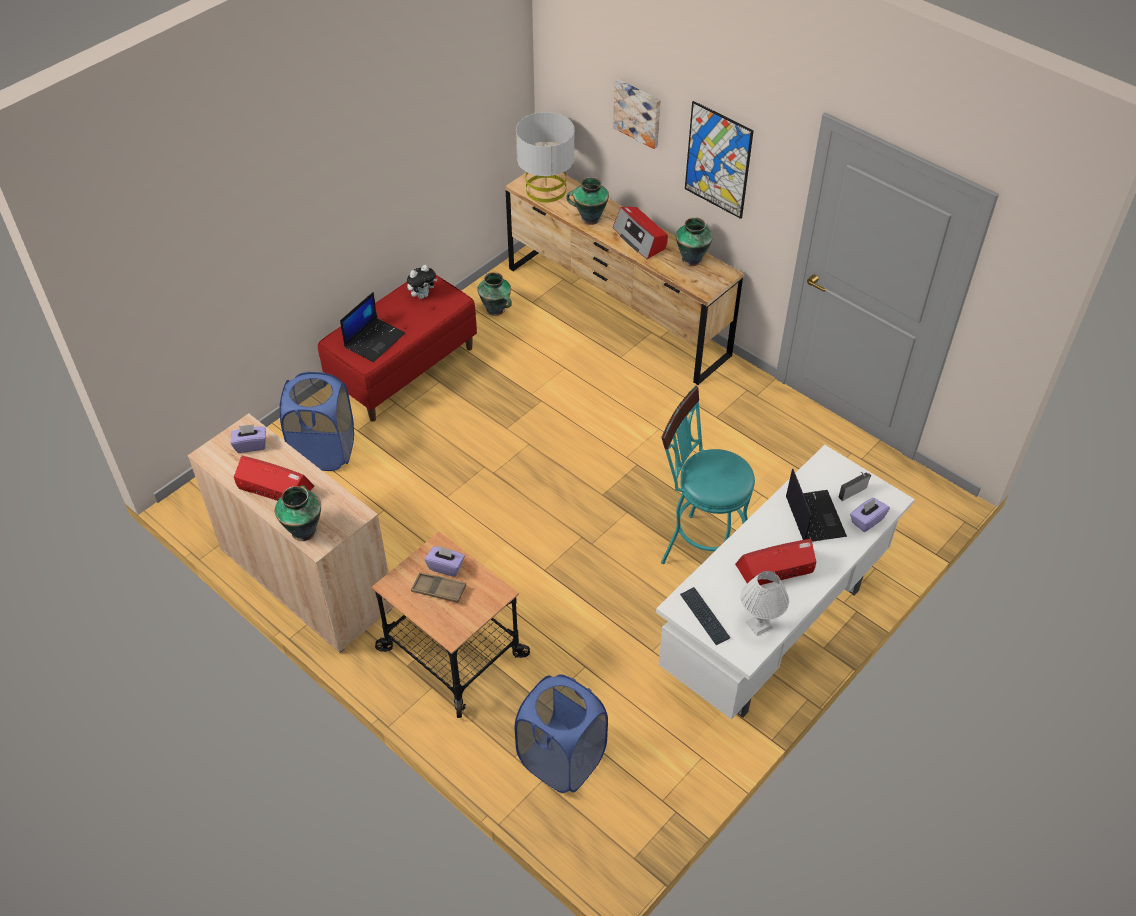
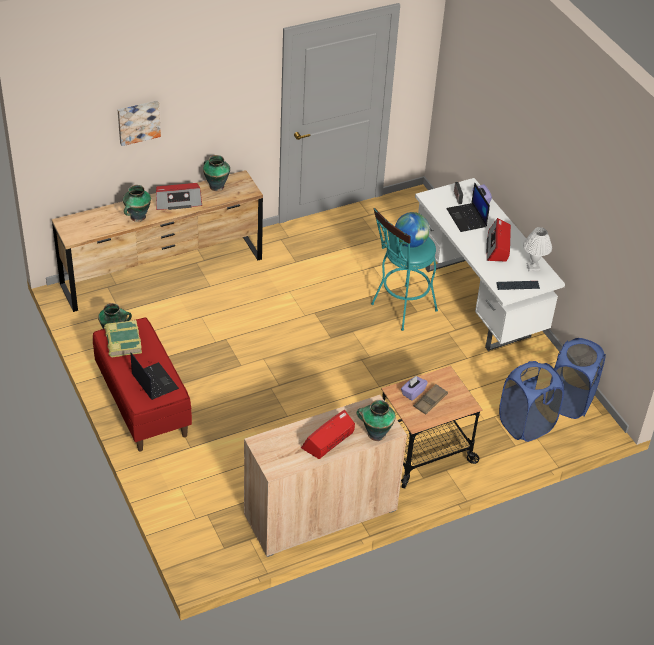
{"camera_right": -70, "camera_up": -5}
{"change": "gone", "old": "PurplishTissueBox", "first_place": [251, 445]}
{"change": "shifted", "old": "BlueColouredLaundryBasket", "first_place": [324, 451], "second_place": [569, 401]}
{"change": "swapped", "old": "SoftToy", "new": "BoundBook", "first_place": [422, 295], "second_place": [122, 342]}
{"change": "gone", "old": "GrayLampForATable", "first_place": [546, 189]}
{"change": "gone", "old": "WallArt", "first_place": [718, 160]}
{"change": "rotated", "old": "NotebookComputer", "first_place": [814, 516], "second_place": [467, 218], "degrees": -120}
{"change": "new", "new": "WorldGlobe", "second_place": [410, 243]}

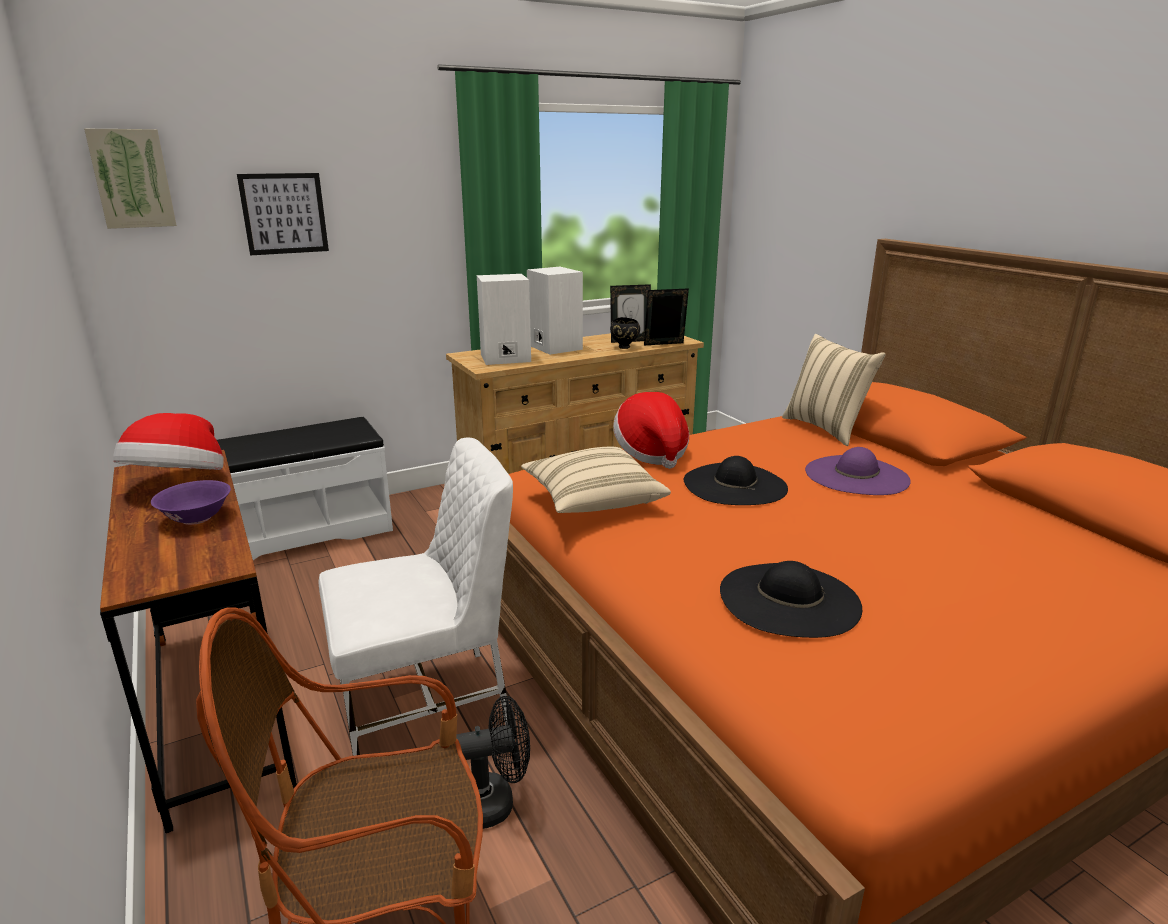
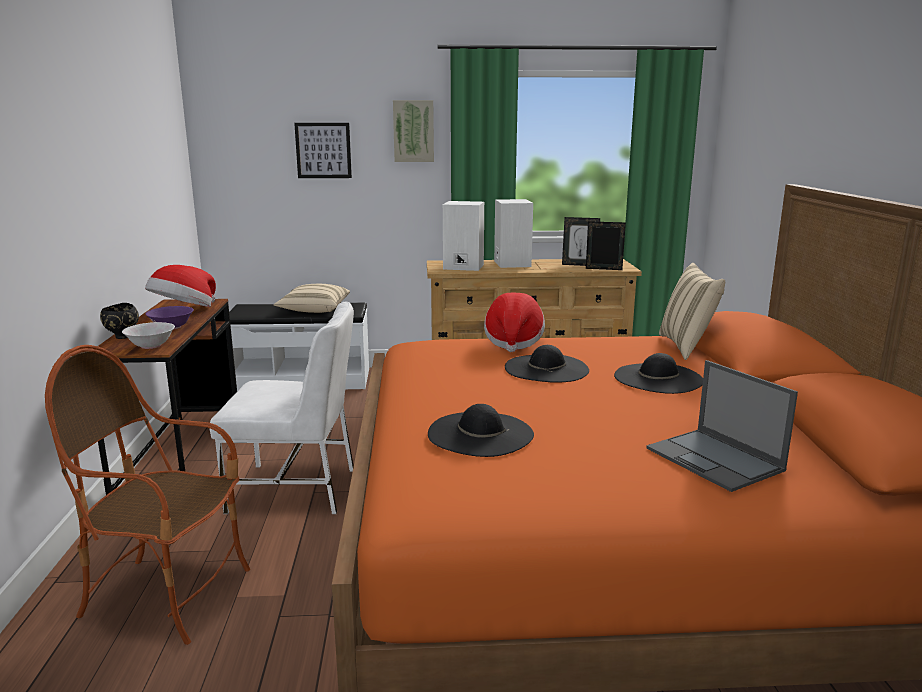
{"camera_right": 25, "camera_up": -5}
{"change": "shifted", "old": "WallArt", "first_place": [132, 179], "second_place": [413, 131]}
{"change": "gone", "old": "BlackishElectricFan", "first_place": [493, 802]}
{"change": "shifted", "old": "SandColouredCushion", "first_place": [592, 501], "second_place": [314, 310]}
{"change": "shifted", "old": "BlackishServingBowl", "first_place": [625, 347], "second_place": [122, 337]}
{"change": "repainted", "old": "PurplishClothingHat", "new": "BlackishClothingHat", "first_place": [856, 475], "second_place": [658, 378]}
{"change": "new", "new": "WhiteServingBowl", "second_place": [151, 346]}
{"change": "new", "new": "NotebookComputer", "second_place": [715, 460]}

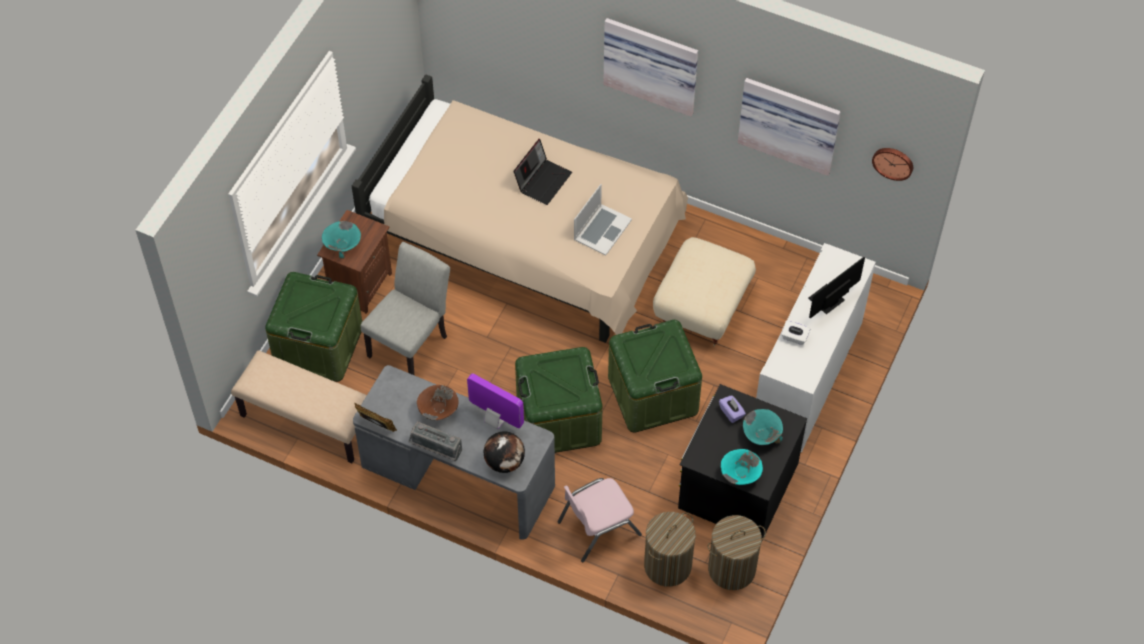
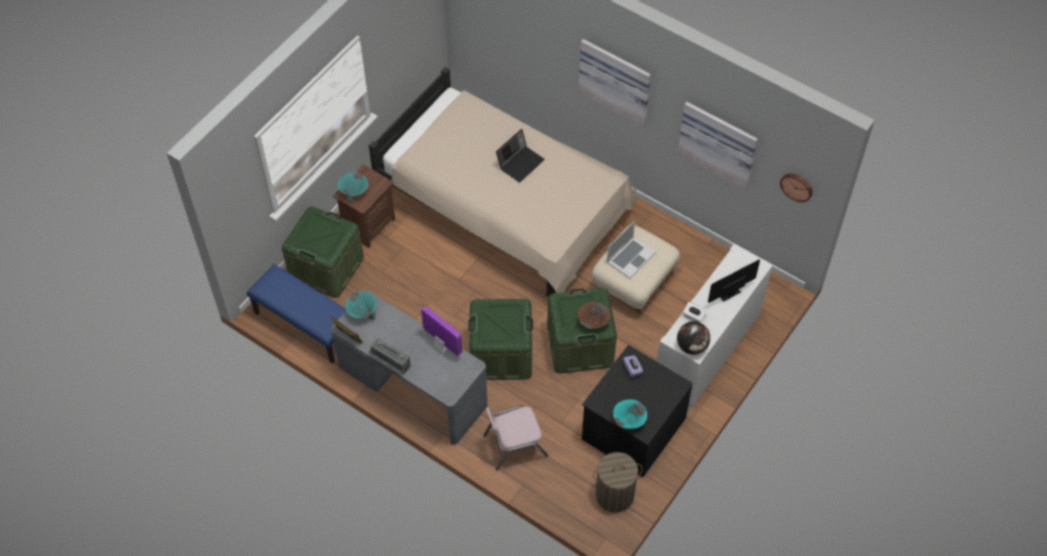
{"camera_right": 10, "camera_up": 0}
{"change": "repainted", "old": "SandColouredIndoorBench", "new": "BlueColouredIndoorBench", "first_place": [307, 421], "second_place": [304, 325]}
{"change": "gone", "old": "GrayPlainChair", "first_place": [411, 342]}
{"change": "shifted", "old": "BrownishServingBowl", "first_place": [438, 410], "second_place": [593, 321]}
{"change": "shifted", "old": "WorldGlobe", "first_place": [505, 462], "second_place": [692, 346]}
{"change": "shifted", "old": "NotebookComputer", "first_place": [602, 229], "second_place": [630, 257]}
{"change": "gone", "old": "LaundryBasket", "first_place": [667, 565]}
{"change": "shifted", "old": "TurquoiseColouredServingBowl", "first_place": [761, 435], "second_place": [362, 311]}

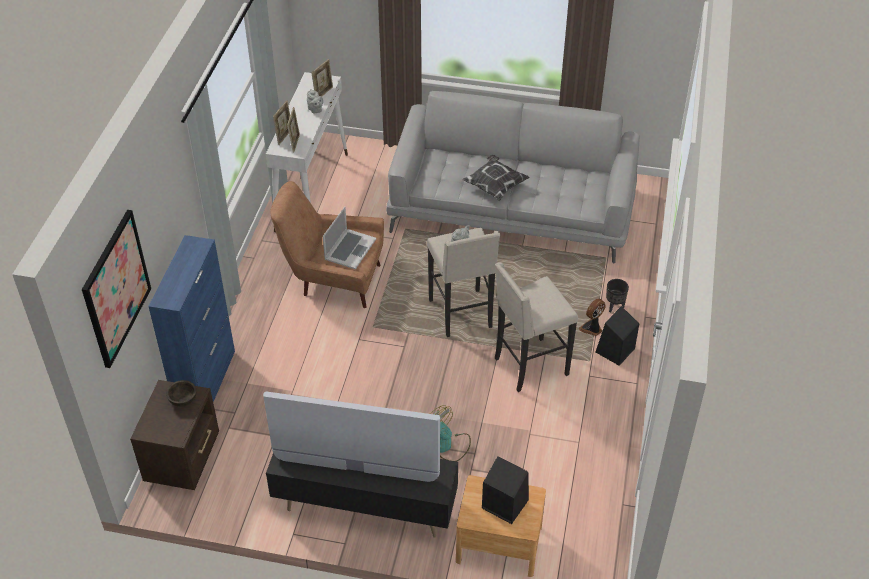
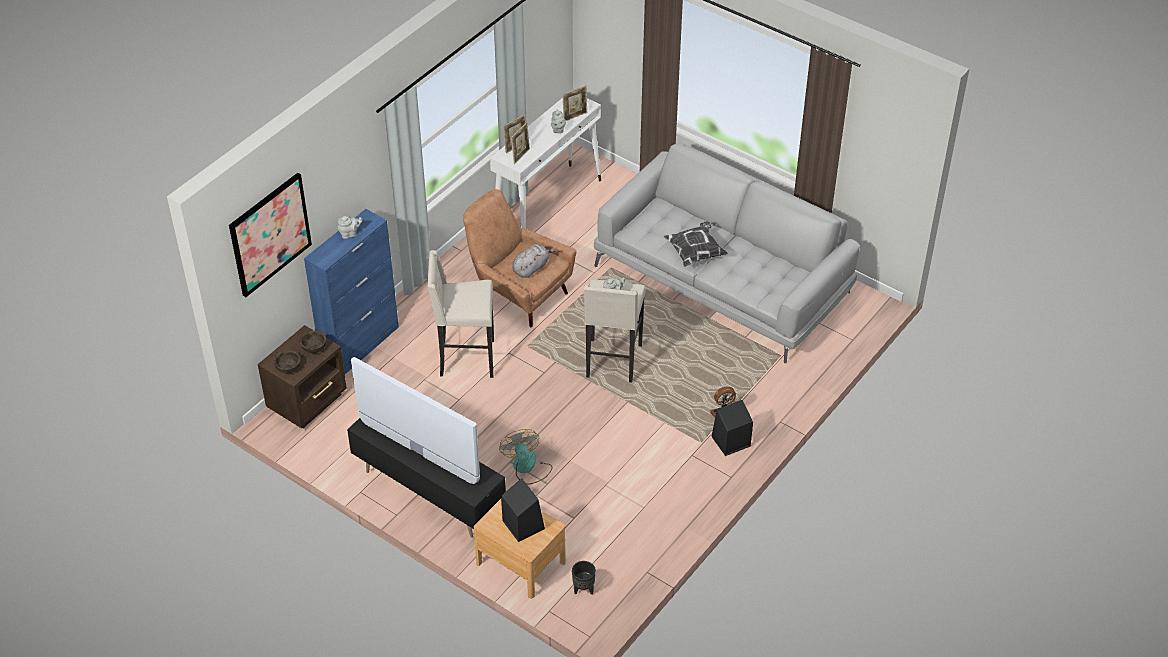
{"camera_right": 25, "camera_up": 0}
{"change": "swapped", "old": "NotebookComputer", "new": "GraySoftToy", "first_place": [350, 249], "second_place": [531, 268]}
{"change": "shifted", "old": "SandColouredStoolSeat", "first_place": [529, 366], "second_place": [465, 359]}
{"change": "shifted", "old": "BlackishPlanter", "first_place": [614, 306], "second_place": [583, 589]}
{"change": "new", "new": "BrownishServingBowl", "second_place": [288, 368]}
{"change": "new", "new": "GrayTeaPot", "second_place": [350, 234]}

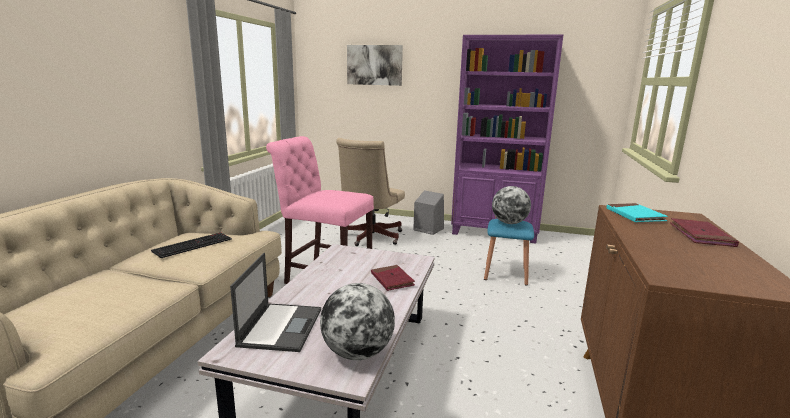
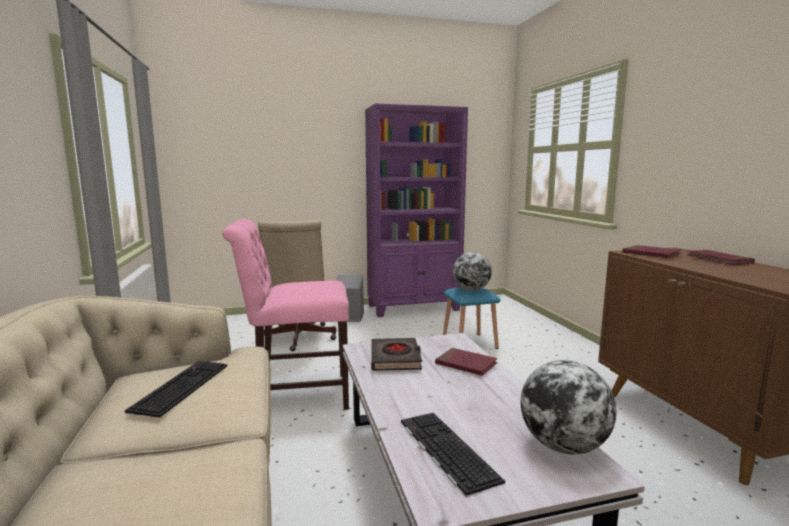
{"camera_right": -30, "camera_up": -5}
{"change": "swapped", "old": "NotebookComputer", "new": "ComputerKeyboard", "first_place": [281, 326], "second_place": [444, 449]}
{"change": "gone", "old": "WallArt", "first_place": [374, 65]}
{"change": "repainted", "old": "TurquoiseColouredBoundBook", "new": "RedBoundBook", "first_place": [634, 215], "second_place": [651, 254]}
{"change": "new", "new": "BlackishBoundBook", "second_place": [395, 358]}

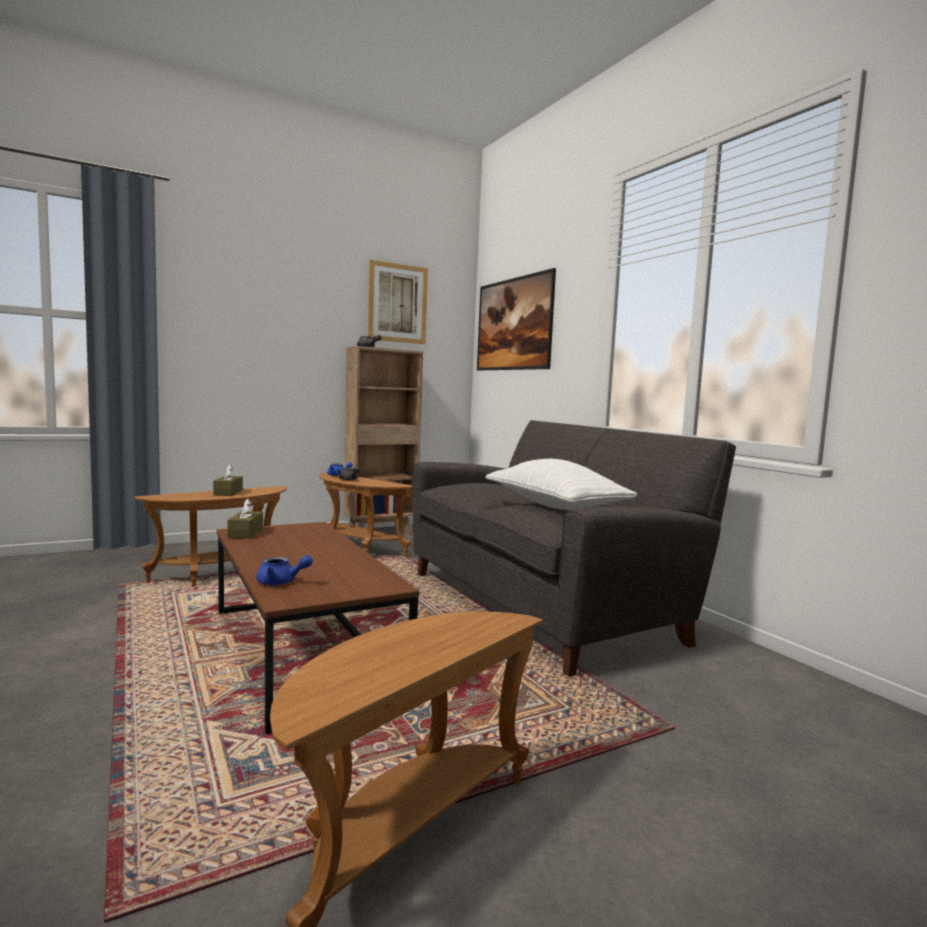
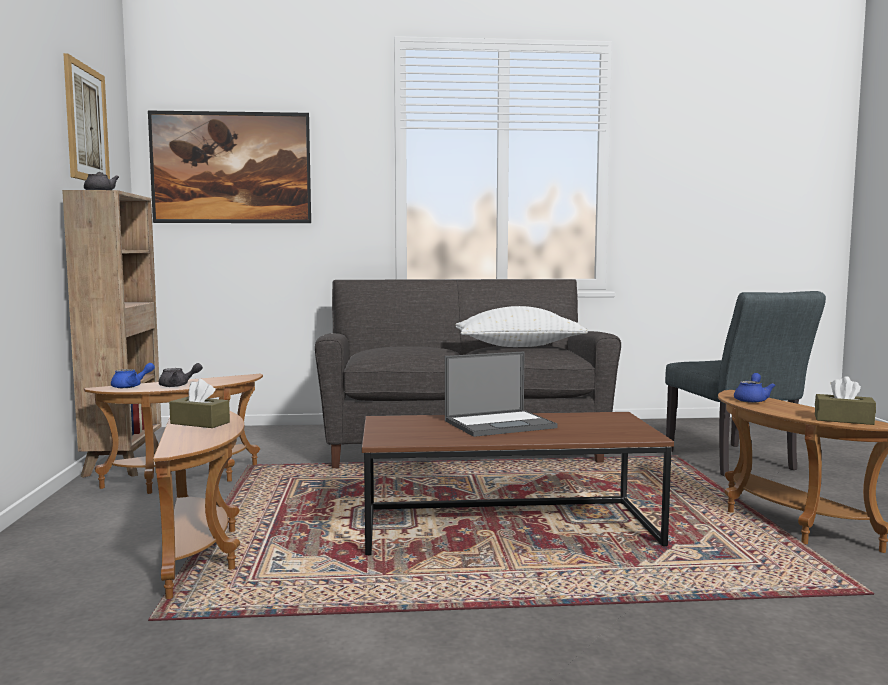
{"camera_right": -65, "camera_up": 0}
{"change": "shifted", "old": "BrownishTissueBox", "first_place": [245, 533], "second_place": [843, 420]}
{"change": "shifted", "old": "BlueColouredTeaPot", "first_place": [281, 582], "second_place": [752, 400]}
{"change": "new", "new": "NotebookComputer", "second_place": [500, 424]}
{"change": "new", "new": "GrayPlainChair", "second_place": [735, 462]}

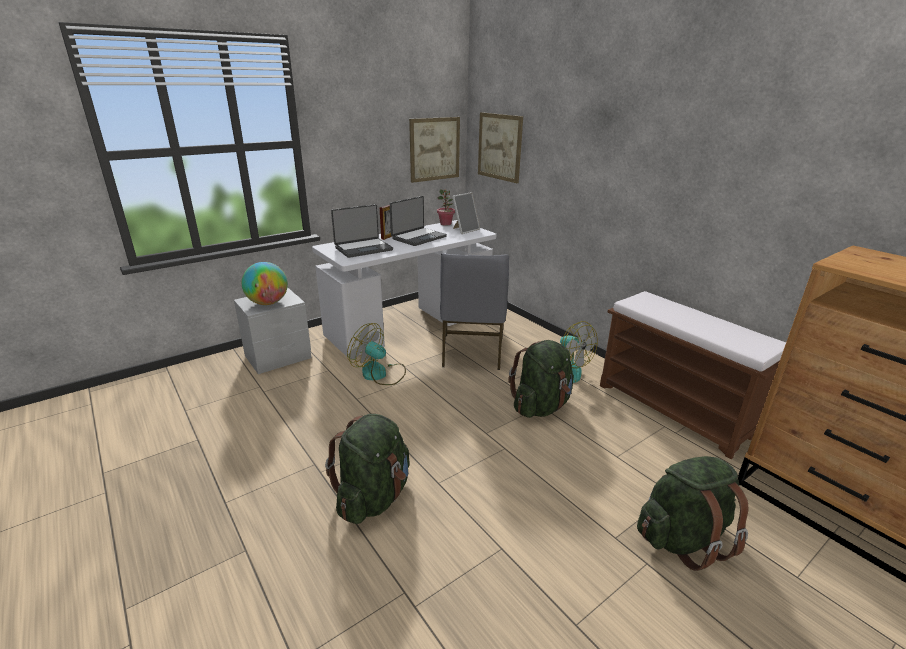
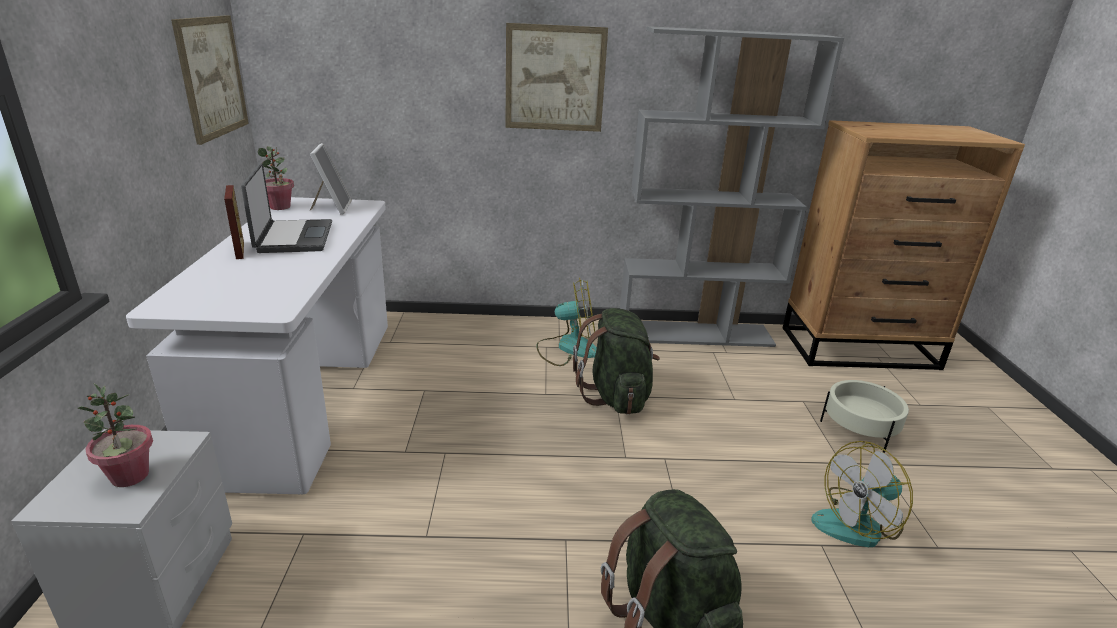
{"camera_right": -55, "camera_up": 0}
{"change": "swapped", "old": "WorldGlobe", "new": "PlantInAPot", "first_place": [268, 303], "second_place": [130, 476]}
{"change": "gone", "old": "NotebookComputer", "first_place": [363, 248]}
{"change": "shifted", "old": "ElectricFan", "first_place": [380, 374], "second_place": [858, 524]}
{"change": "gone", "old": "GrayPlainChair", "first_place": [471, 352]}
{"change": "shifted", "old": "WallArt", "first_place": [499, 147], "second_place": [555, 78]}
{"change": "swapped", "old": "BrownishIndoorBench", "new": "GrayBookshelf", "first_place": [675, 410], "second_place": [695, 334]}
{"change": "swapped", "old": "GreenColouredKnapsack", "new": "SandColouredPlanter", "first_place": [682, 539], "second_place": [859, 429]}

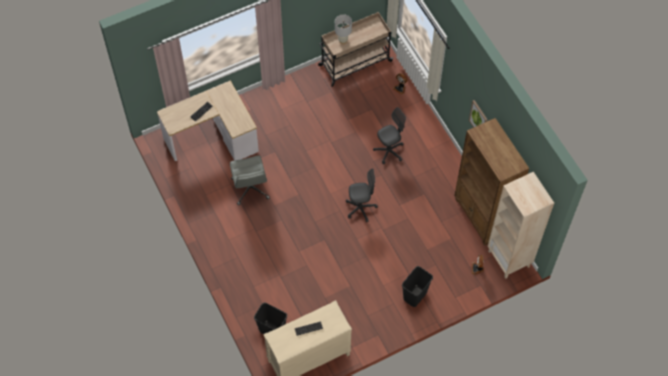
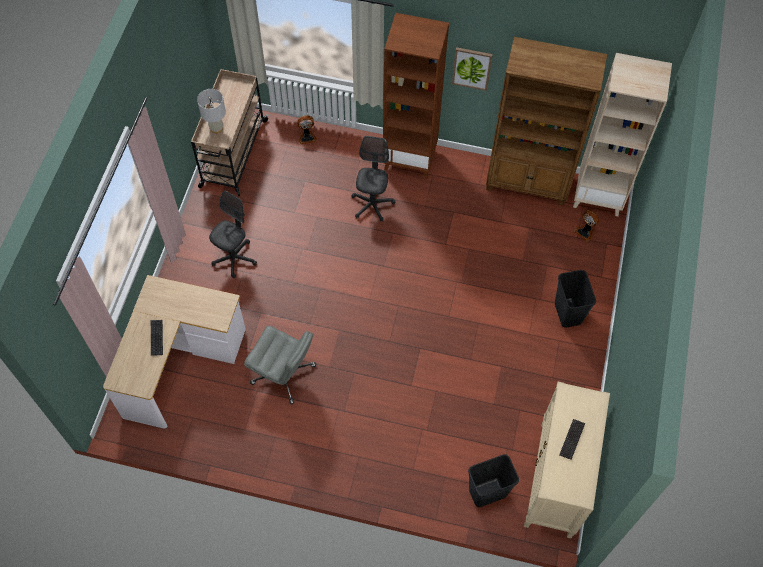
{"camera_right": -50, "camera_up": 0}
{"change": "shifted", "old": "GrayOfficeChair", "first_place": [360, 208], "second_place": [234, 258]}
{"change": "new", "new": "BrownishBookshelf", "second_place": [410, 159]}

